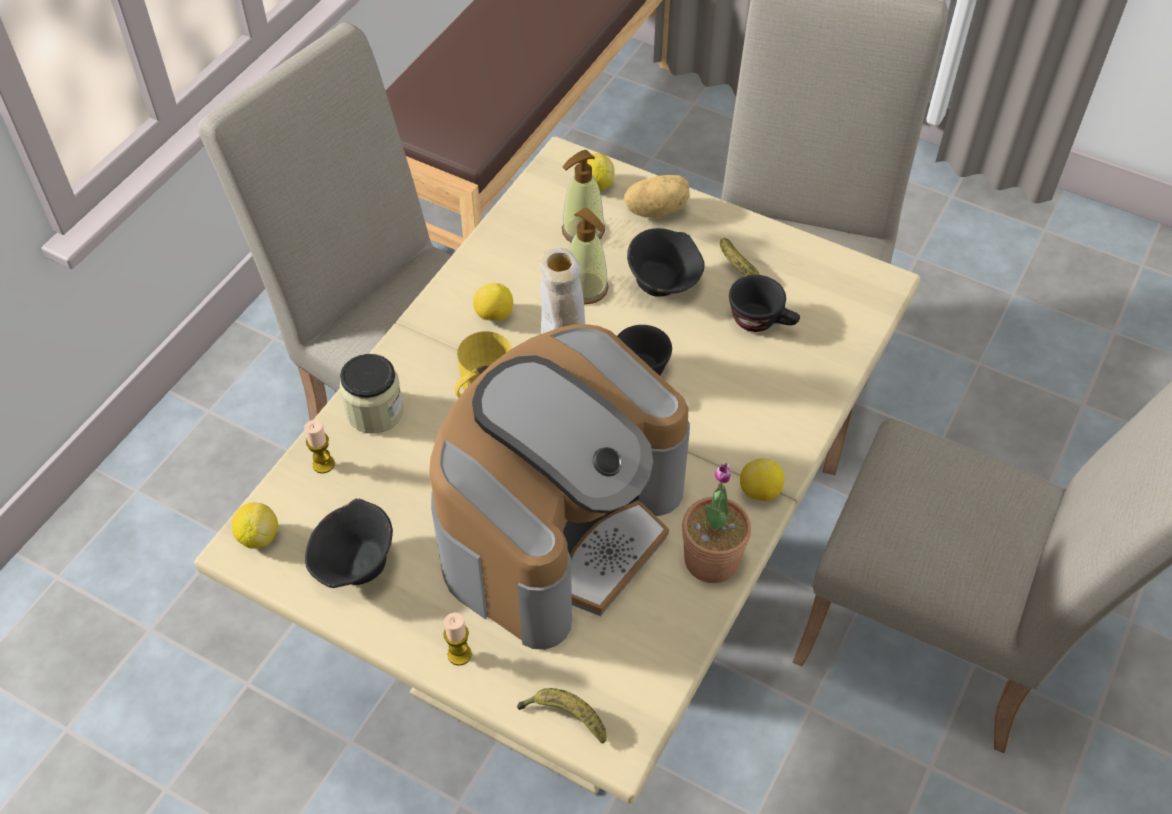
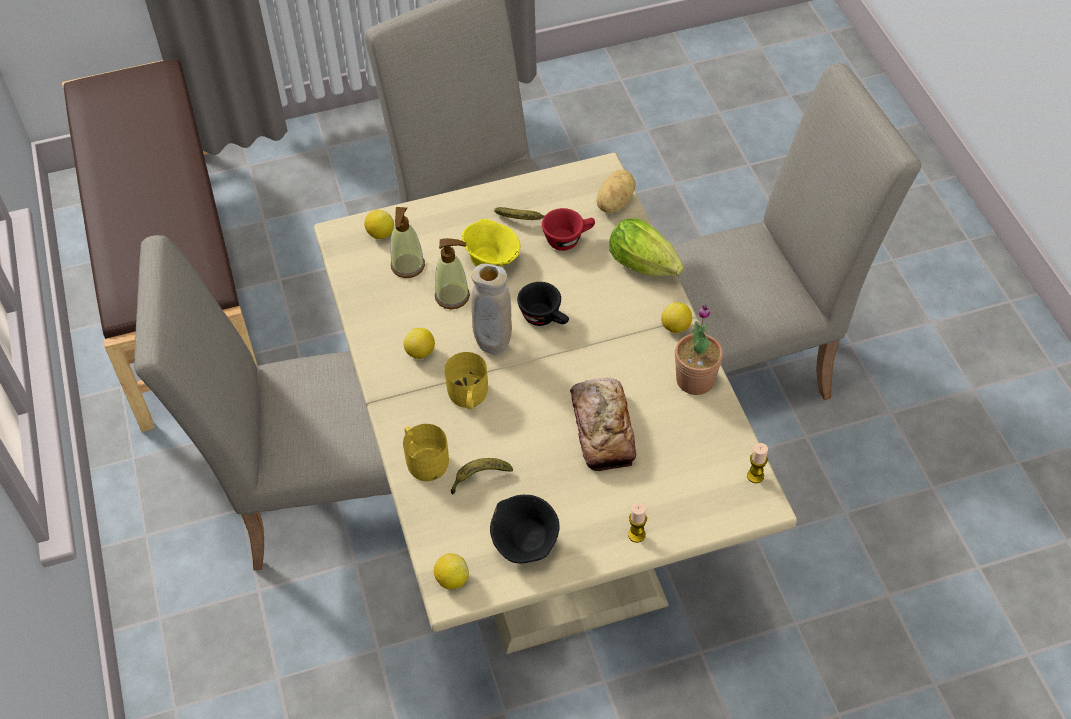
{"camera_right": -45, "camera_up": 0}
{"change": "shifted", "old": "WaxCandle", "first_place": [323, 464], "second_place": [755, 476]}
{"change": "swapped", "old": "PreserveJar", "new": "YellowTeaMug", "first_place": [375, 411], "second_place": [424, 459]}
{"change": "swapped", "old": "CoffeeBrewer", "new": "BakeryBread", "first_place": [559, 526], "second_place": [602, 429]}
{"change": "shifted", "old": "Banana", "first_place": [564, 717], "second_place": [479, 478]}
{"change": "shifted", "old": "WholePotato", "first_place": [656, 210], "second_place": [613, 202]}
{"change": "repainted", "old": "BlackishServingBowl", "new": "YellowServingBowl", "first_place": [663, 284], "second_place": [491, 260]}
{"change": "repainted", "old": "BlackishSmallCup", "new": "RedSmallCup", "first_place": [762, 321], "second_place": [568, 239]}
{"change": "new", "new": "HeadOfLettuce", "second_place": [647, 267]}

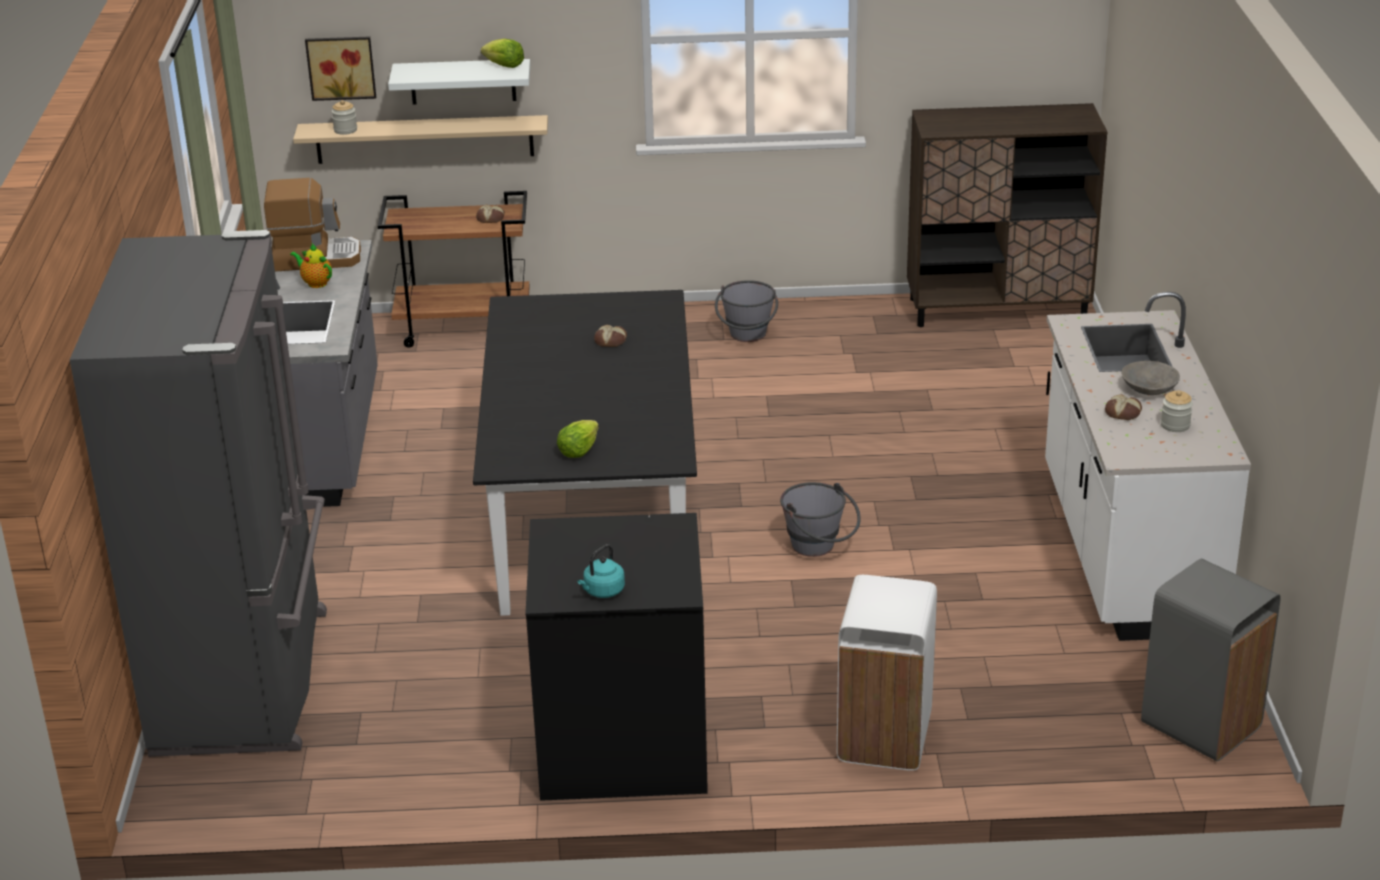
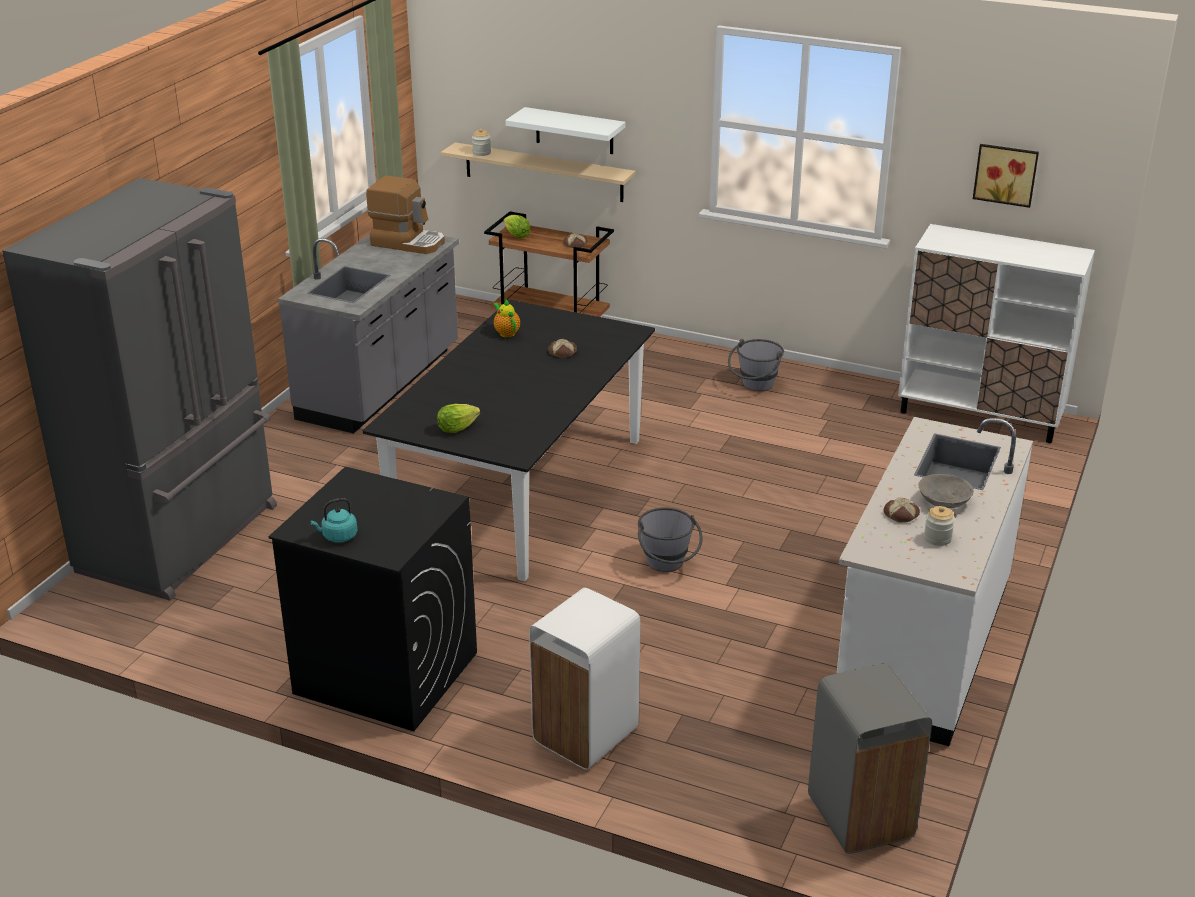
{"camera_right": 25, "camera_up": 0}
{"change": "shifted", "old": "TeaPot", "first_place": [315, 283], "second_place": [506, 332]}
{"change": "shifted", "old": "WallArt", "first_place": [341, 67], "second_place": [1006, 174]}
{"change": "shifted", "old": "HeadOfLettuce", "first_place": [504, 66], "second_place": [516, 235]}
{"change": "repainted", "old": "BrownishCabinet", "new": "WhiteCabinet", "first_place": [998, 309], "second_place": [980, 415]}

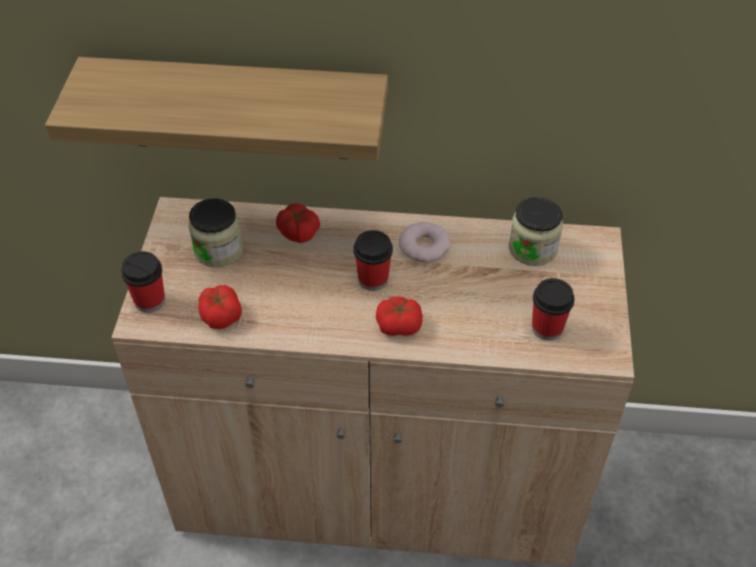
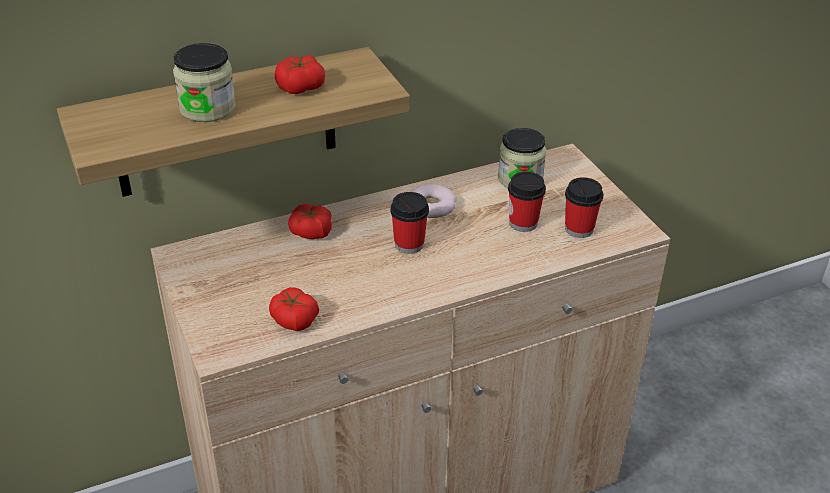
{"camera_right": -30, "camera_up": -10}
{"change": "shifted", "old": "SmallCup", "first_place": [149, 301], "second_place": [523, 223]}
{"change": "shifted", "old": "PreserveJar", "first_place": [218, 250], "second_place": [207, 108]}
{"change": "shifted", "old": "FreshTomato", "first_place": [398, 325], "second_place": [300, 87]}

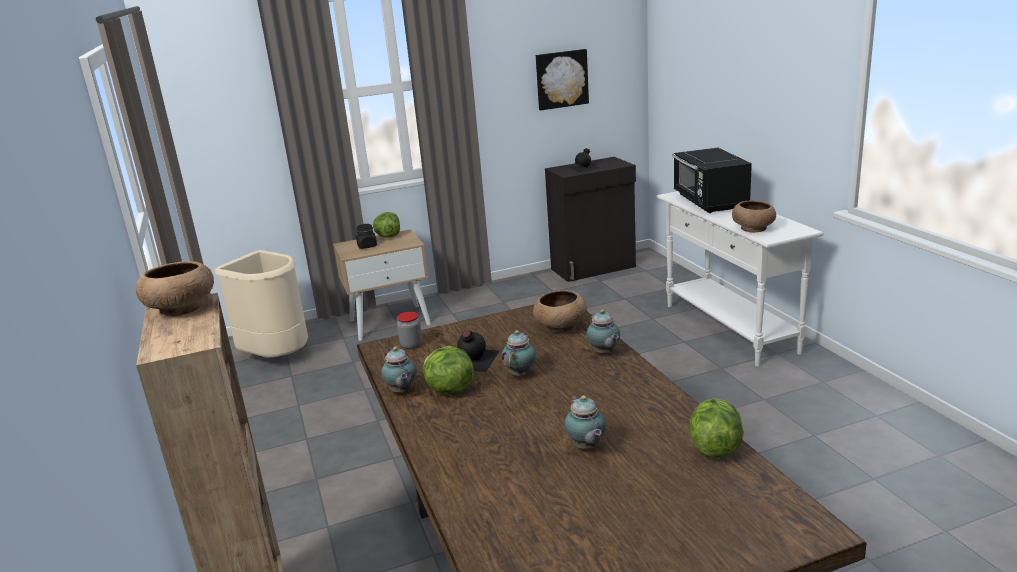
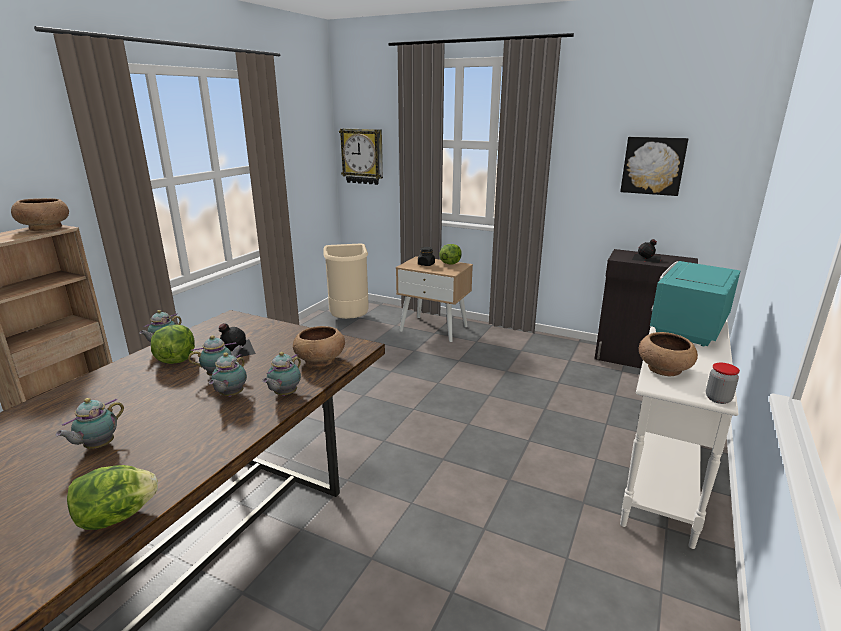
{"camera_right": 45, "camera_up": 0}
{"change": "shifted", "old": "PreserveJar", "first_place": [411, 345], "second_place": [718, 399]}
{"change": "repainted", "old": "BlackishMicrowave", "new": "TurquoiseColouredMicrowave", "first_place": [709, 202], "second_place": [687, 327]}
{"change": "new", "new": "TeaPot", "second_place": [230, 395]}
{"change": "new", "new": "ClockOnTheWall", "second_place": [362, 156]}

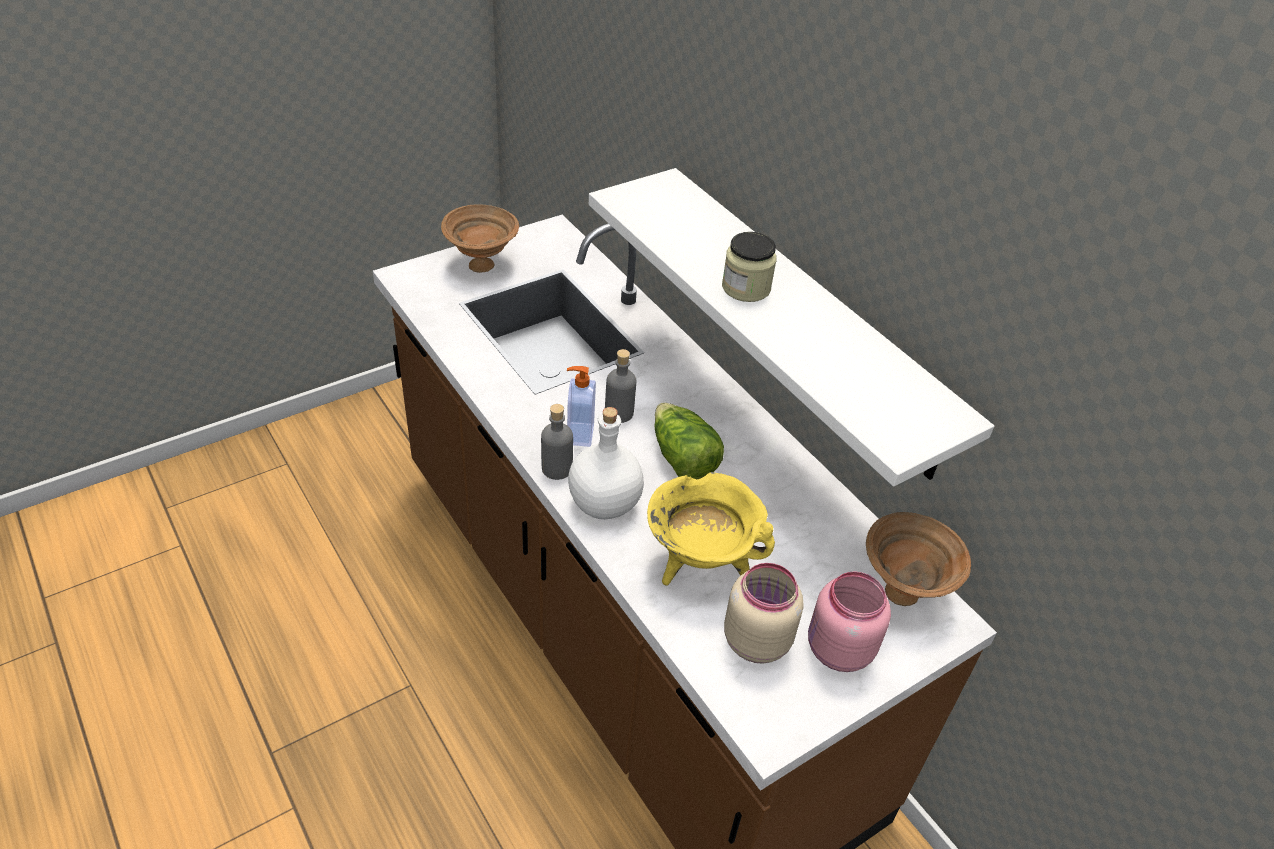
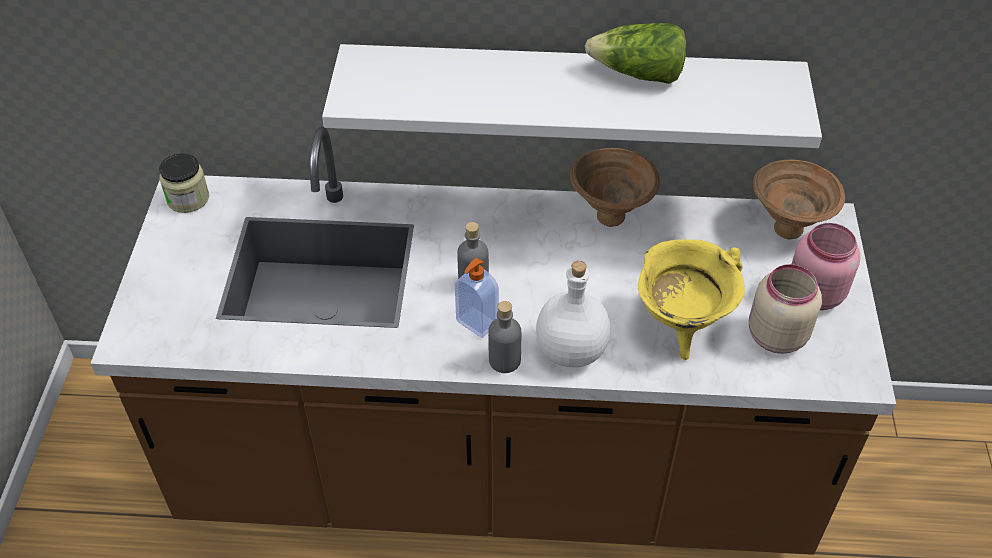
{"camera_right": -50, "camera_up": 5}
{"change": "shifted", "old": "BrownishServingBowl", "first_place": [482, 264], "second_place": [609, 215]}
{"change": "shifted", "old": "HeadOfLettuce", "first_place": [682, 458], "second_place": [638, 74]}
{"change": "shifted", "old": "PreserveJar", "first_place": [746, 288], "second_place": [188, 198]}

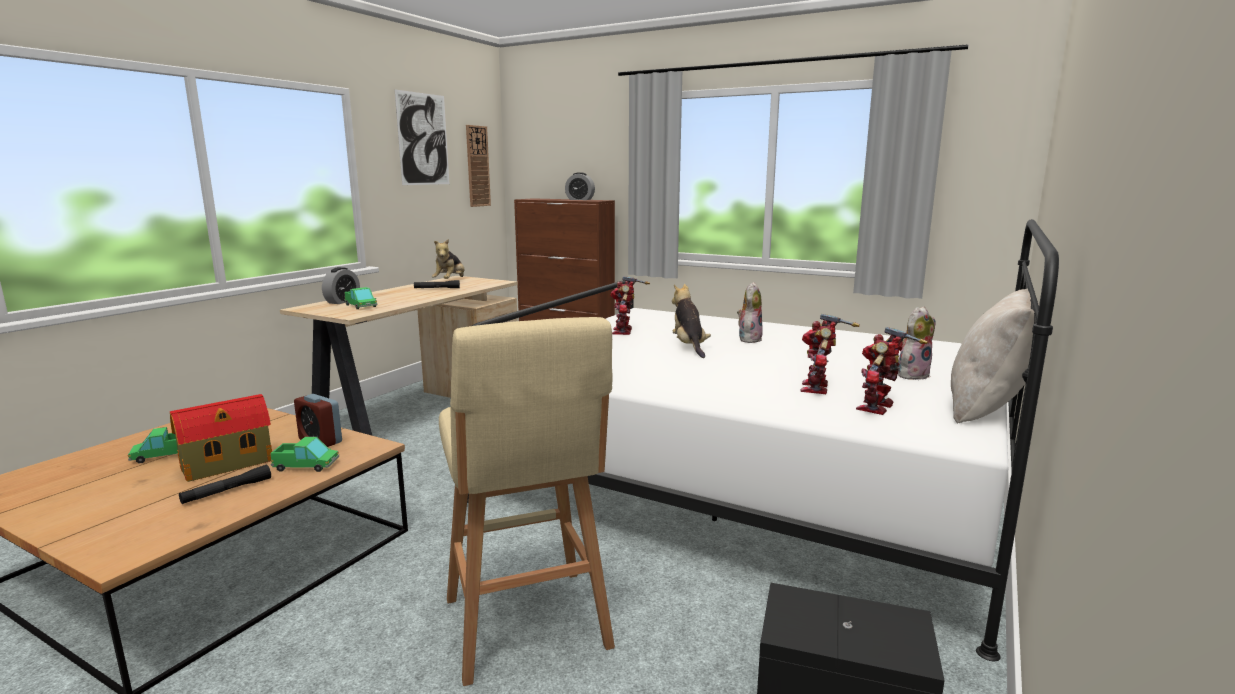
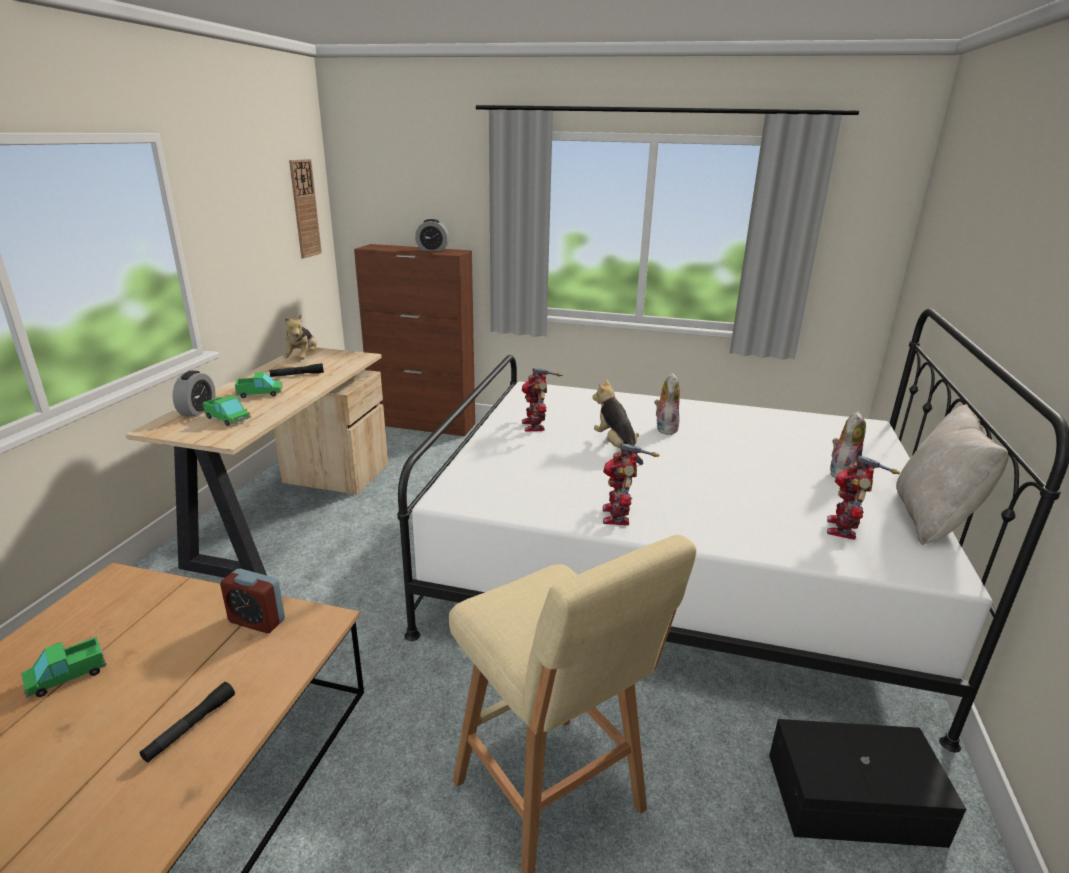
{"camera_right": -15, "camera_up": 10}
{"change": "gone", "old": "MiniatureHouse", "first_place": [225, 465]}
{"change": "shifted", "old": "ToyLorry", "first_place": [306, 465], "second_place": [260, 393]}
{"change": "gone", "old": "WallArt", "first_place": [423, 139]}
{"change": "shifted", "old": "ToyRobot", "first_place": [818, 388], "second_place": [619, 515]}

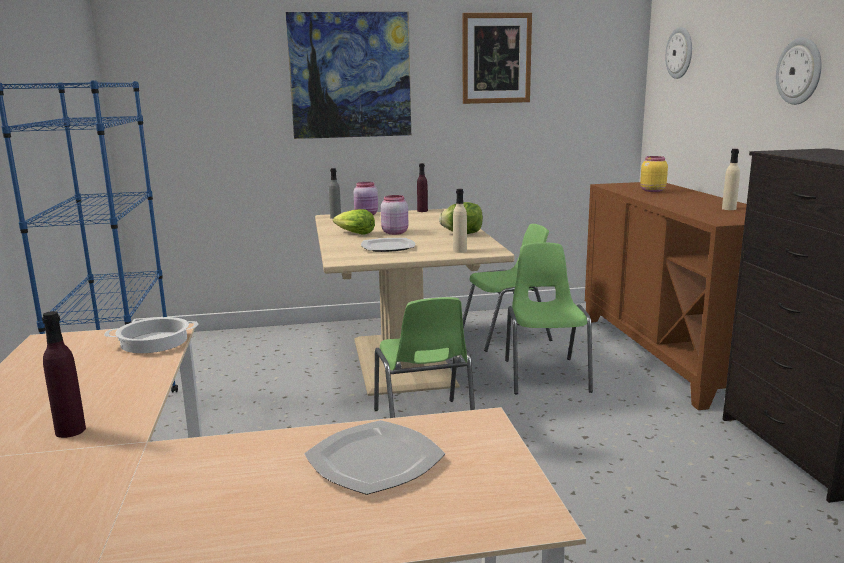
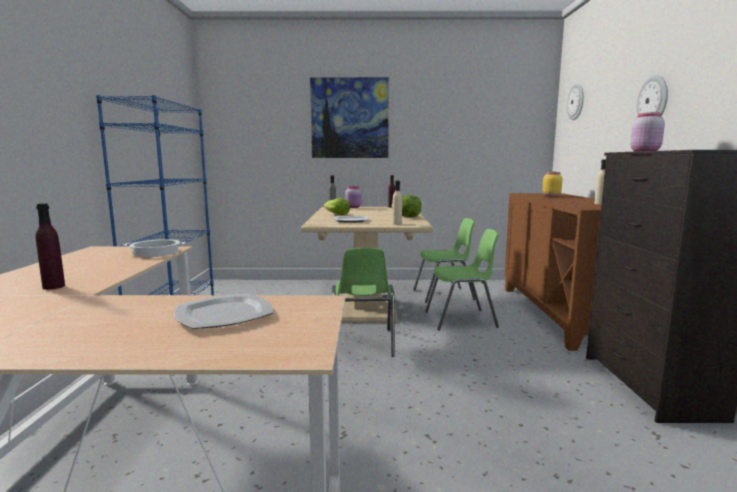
{"camera_right": 10, "camera_up": -5}
{"change": "shifted", "old": "PinkColouredPreserveJar", "first_place": [395, 232], "second_place": [644, 151]}
{"change": "gone", "old": "WallArt", "first_place": [496, 58]}
{"change": "rotated", "old": "GreenColouredPlainChair", "first_place": [545, 375], "second_place": [461, 320], "degrees": 75}

